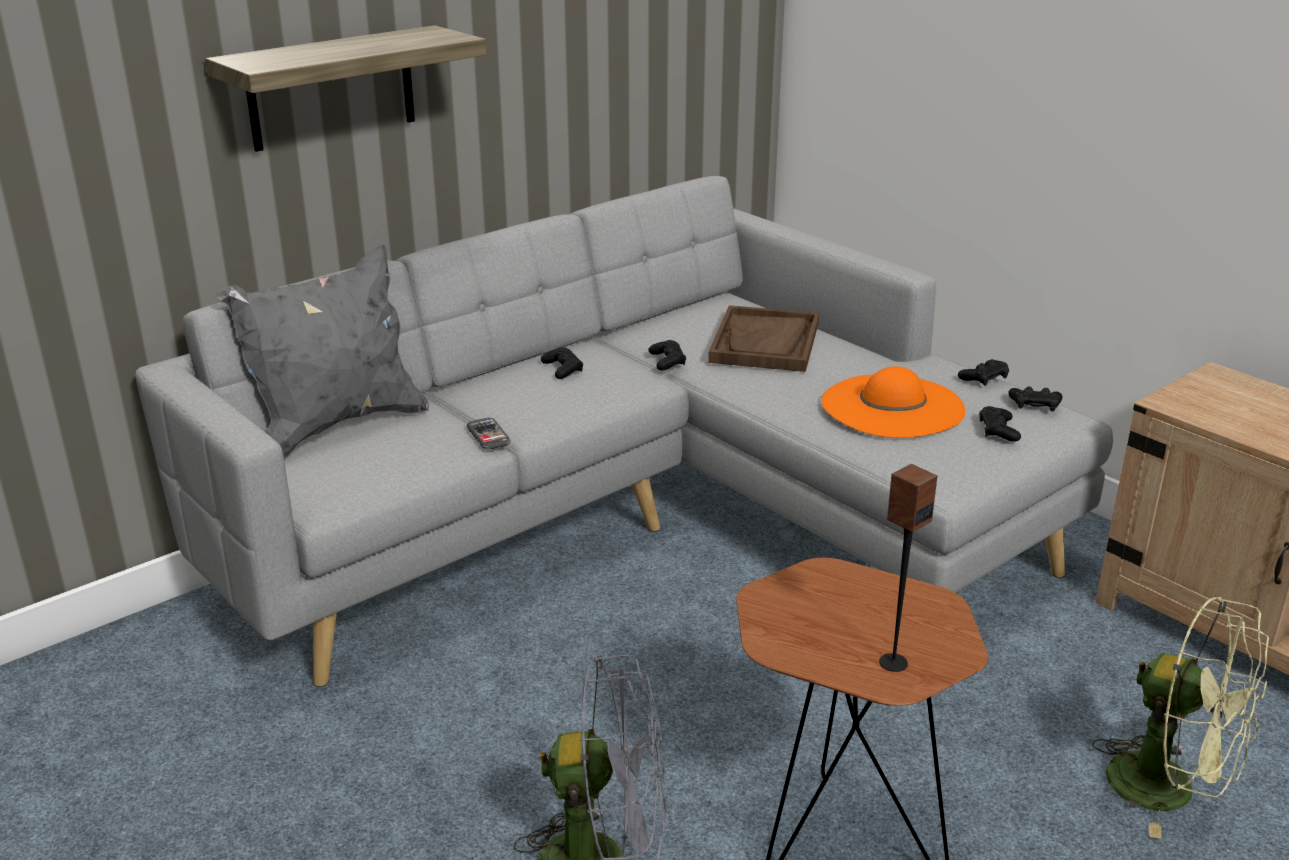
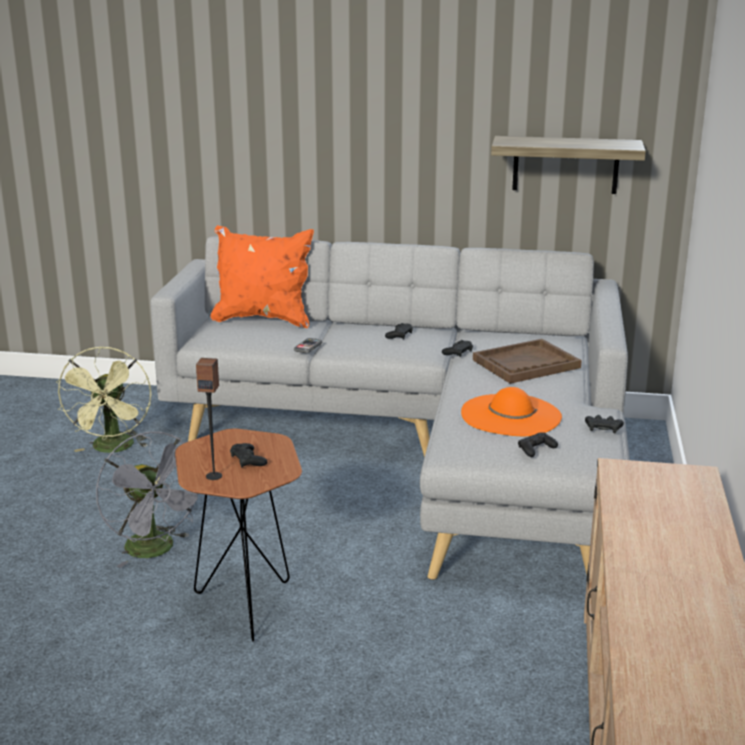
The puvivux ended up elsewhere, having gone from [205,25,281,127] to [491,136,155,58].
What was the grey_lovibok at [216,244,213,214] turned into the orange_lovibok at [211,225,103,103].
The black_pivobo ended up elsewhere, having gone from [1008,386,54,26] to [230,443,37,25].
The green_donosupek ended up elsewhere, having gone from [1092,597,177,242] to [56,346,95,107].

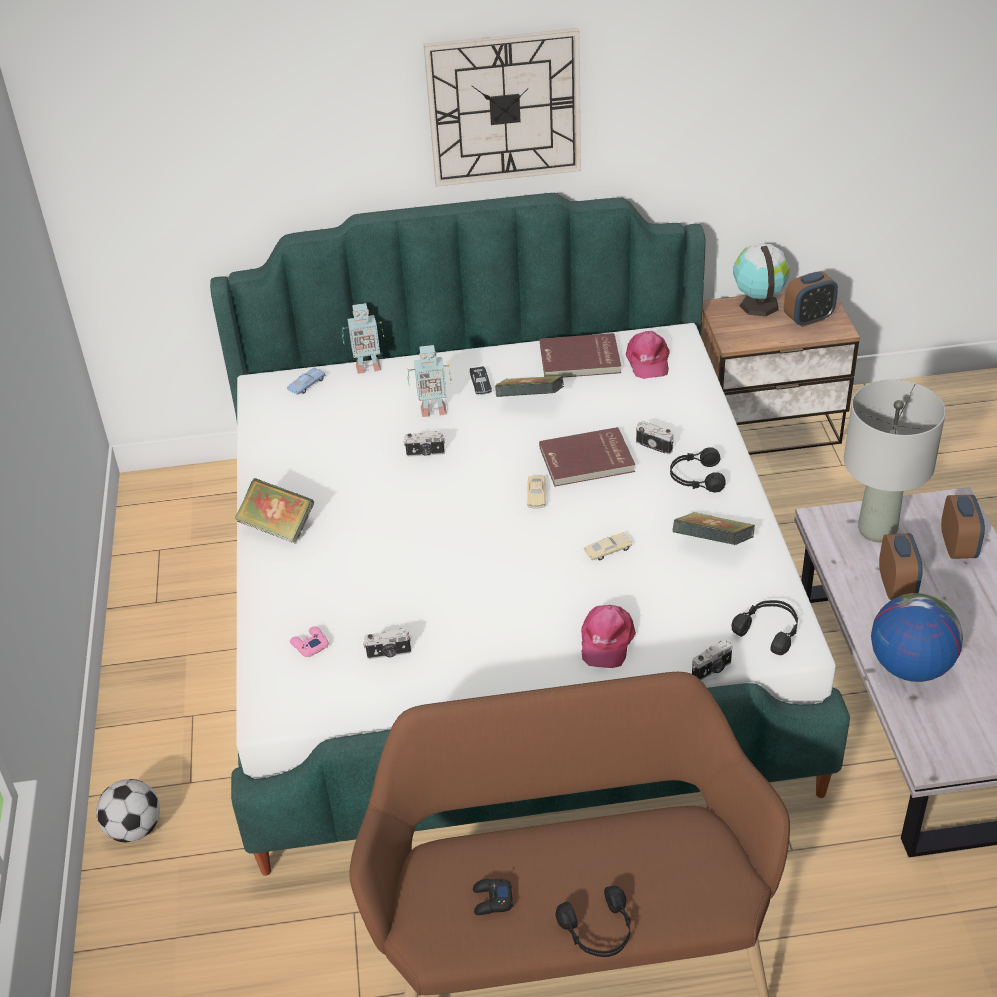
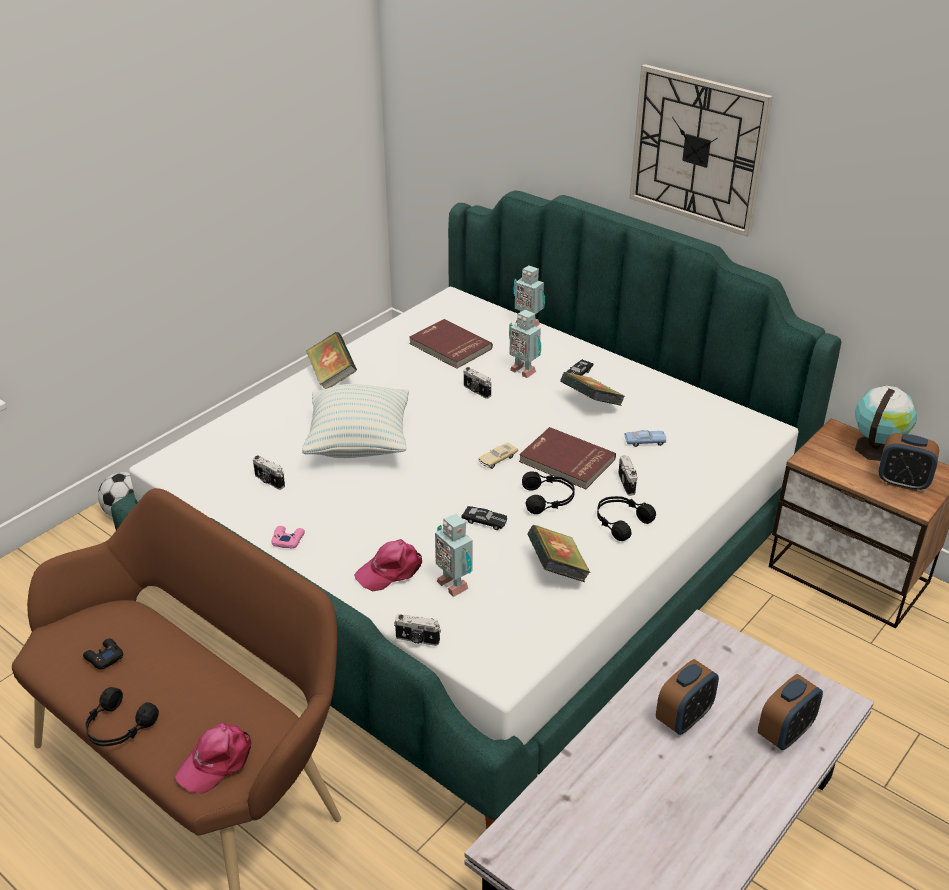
The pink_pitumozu ended up elsewhere, having gone from [626,331,44,48] to [175,722,77,72].
The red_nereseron ended up elsewhere, having gone from [540,333,81,45] to [409,319,84,50].
The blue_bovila ended up elsewhere, having gone from [287,367,38,28] to [624,430,43,17].
The second view lost the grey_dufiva at [844,379,102,163].
What was the beige_bovila at [584,532,48,28] turned into the black_bovila at [461,506,46,24].
The second view lost the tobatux at [871,593,92,89].
The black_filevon ended up elsewhere, having gone from [732,600,66,55] to [522,471,53,43].
The pink_pivobo ended up elsewhere, having gone from [290,626,39,31] to [271,526,34,23].
The second view gained the lovibok at [302,384,107,74].
The second view gained the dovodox at [435,514,38,83].

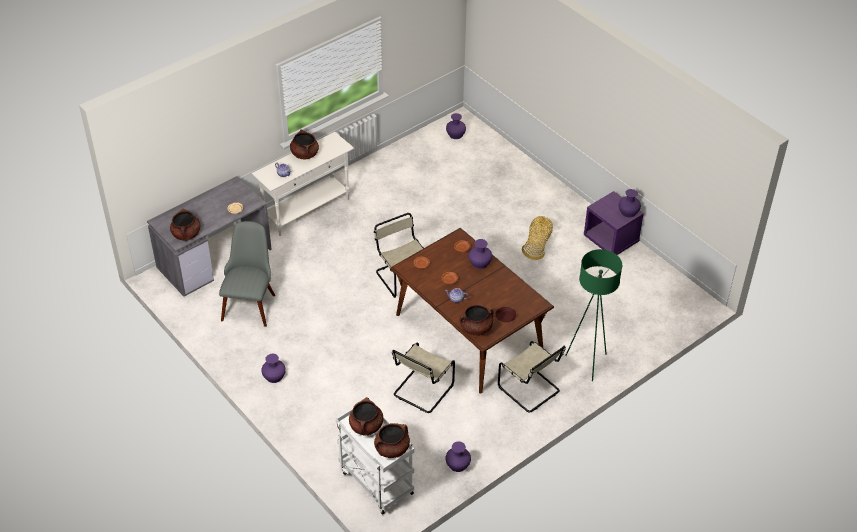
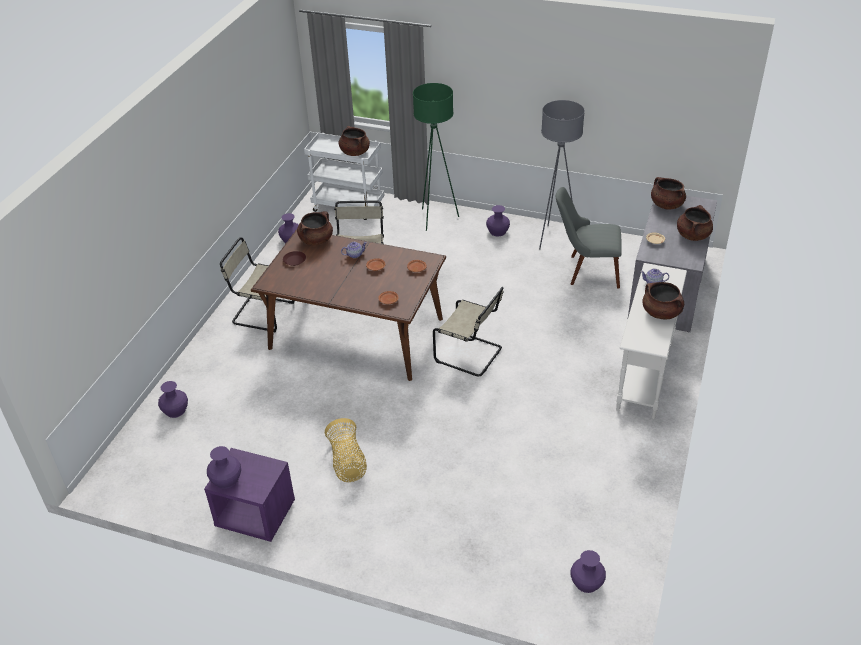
The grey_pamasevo at [219,221,56,106] ended up facing another way, 120 degrees clockwise from before.
The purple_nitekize ended up elsewhere, having gone from [468,239,24,30] to [158,381,30,37].
The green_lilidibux ended up elsewhere, having gone from [565,249,57,132] to [413,83,46,148].
The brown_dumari ended up elsewhere, having gone from [374,423,36,35] to [677,205,36,36].
The second view gained the grey_lilidibux at [539,100,46,149].

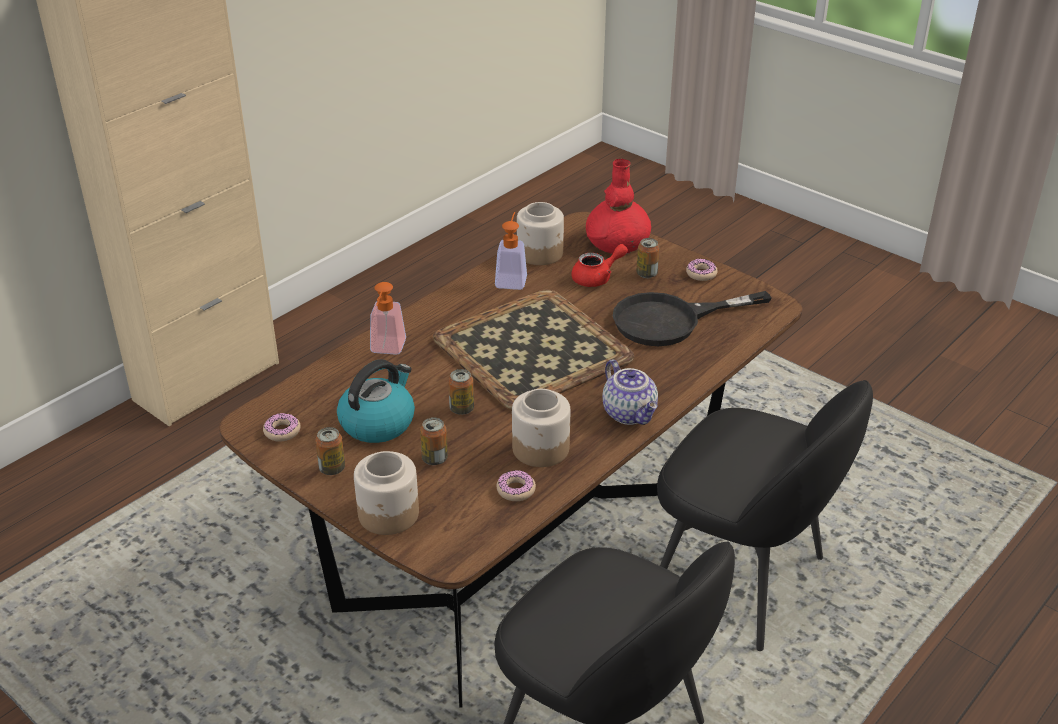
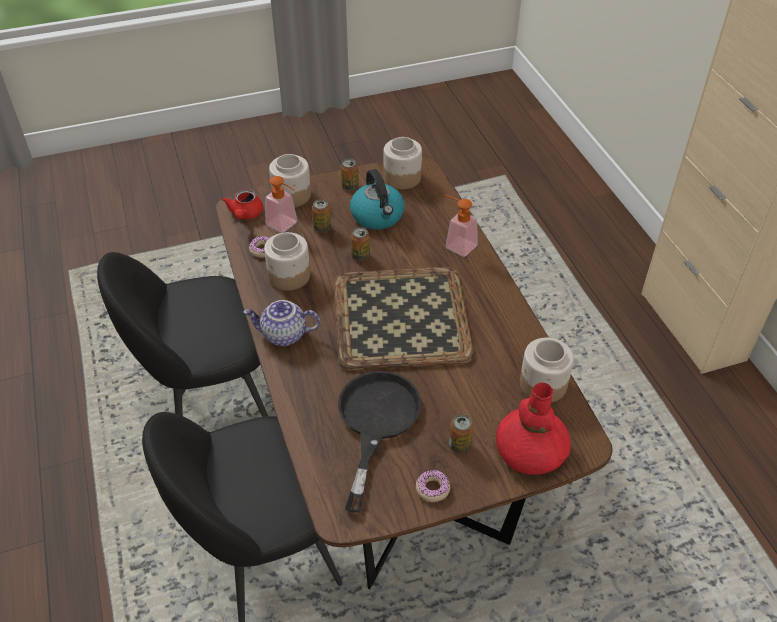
The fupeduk ended up elsewhere, having gone from [495,212,32,78] to [265,176,32,57].
The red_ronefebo ended up elsewhere, having gone from [571,244,57,43] to [221,190,42,29].
Where the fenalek stood at [263,413,38,29], the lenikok came to stand at [384,137,38,52].

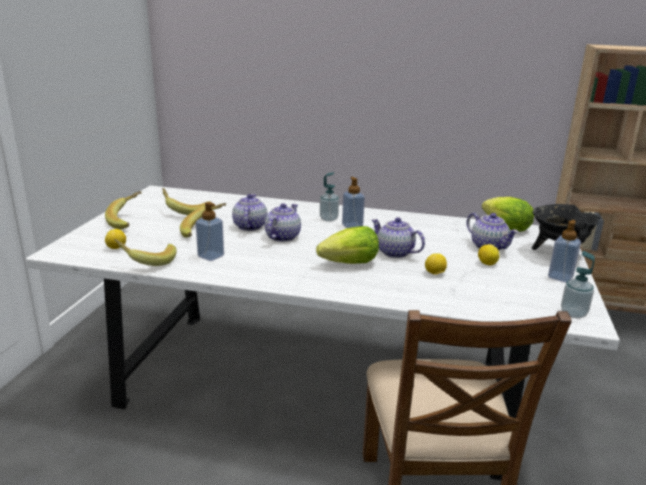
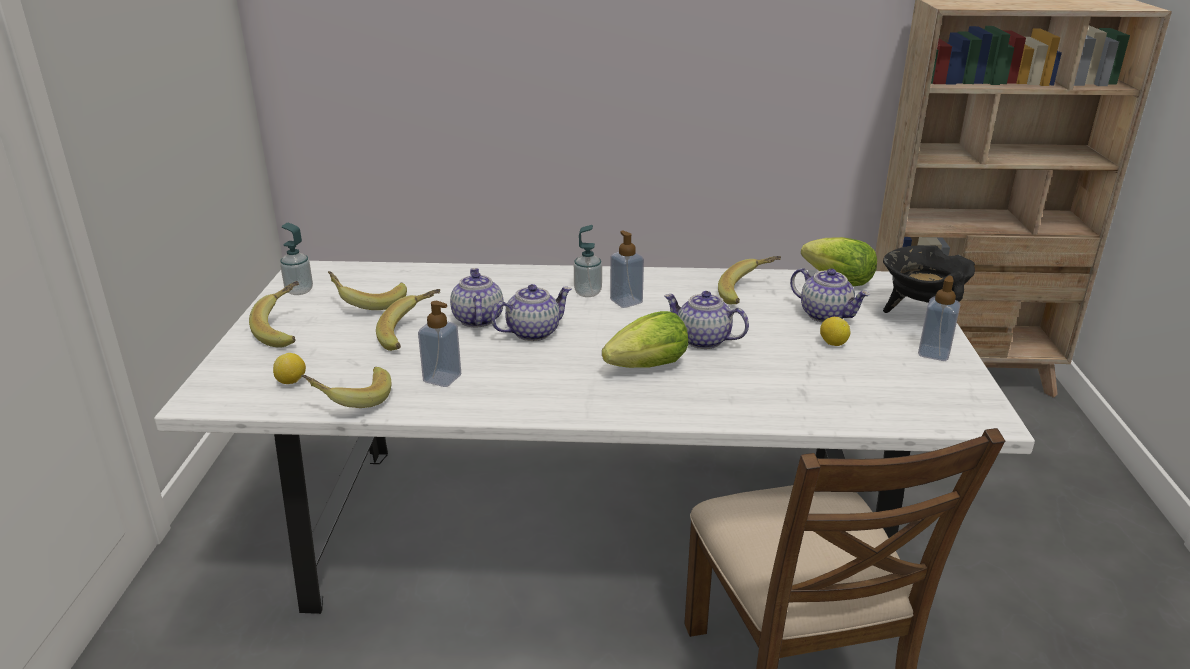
The ronefebo at [265,203,36,39] ended up facing another way, 45 degrees clockwise from before.
The fupeduk ended up elsewhere, having gone from [561,251,34,68] to [280,223,33,72].
The second view lost the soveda at [425,253,22,21].
The second view gained the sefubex at [718,256,63,49].

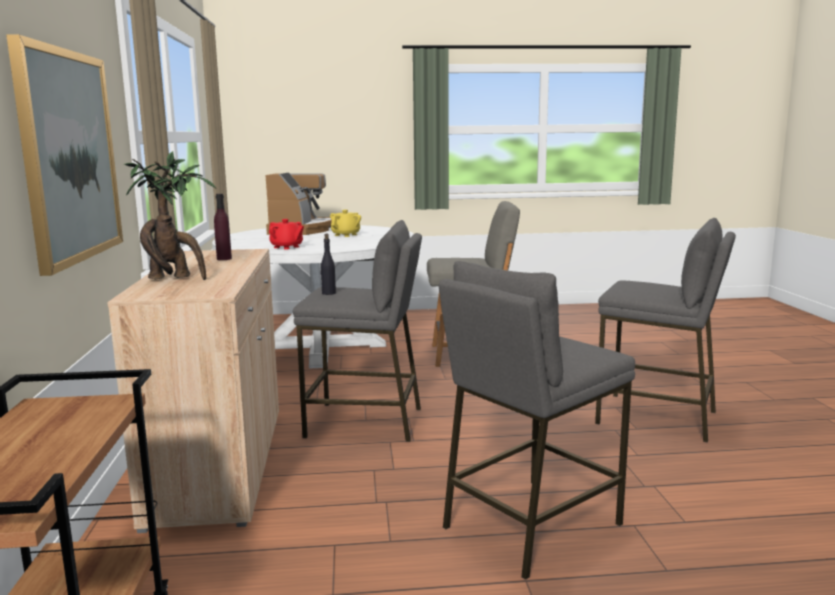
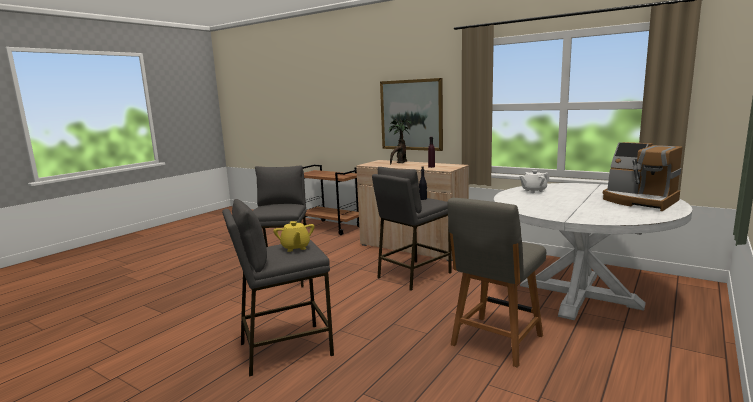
The yellow_ronefebo ended up elsewhere, having gone from [330,210,31,27] to [273,221,42,31].
What was the red_ronefebo at [269,219,35,30] turned into the white_ronefebo at [520,170,30,23].

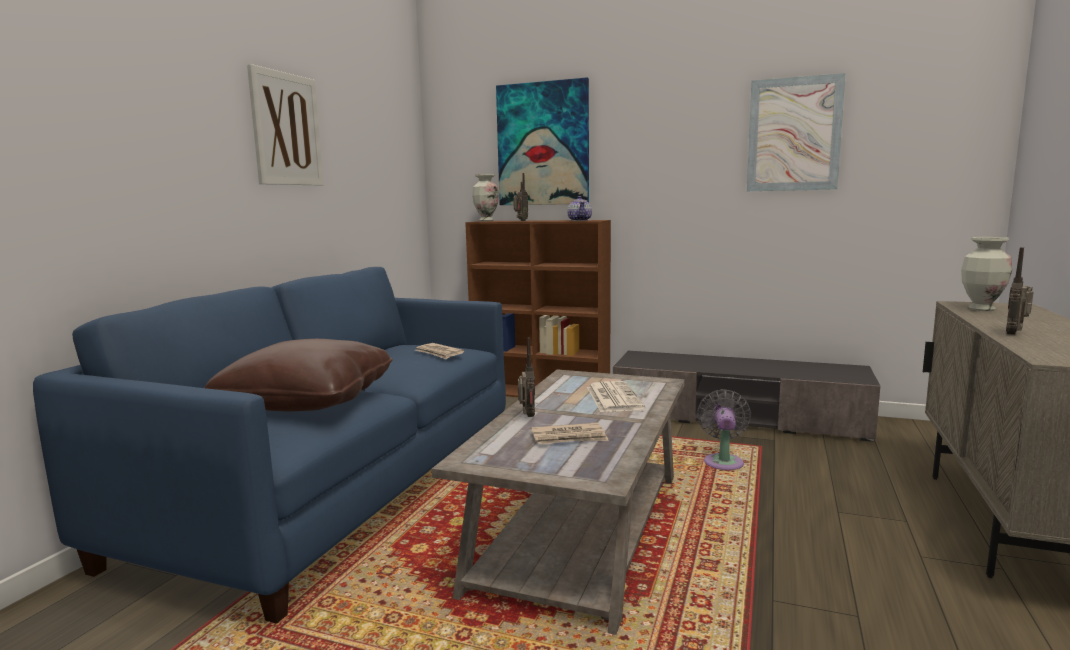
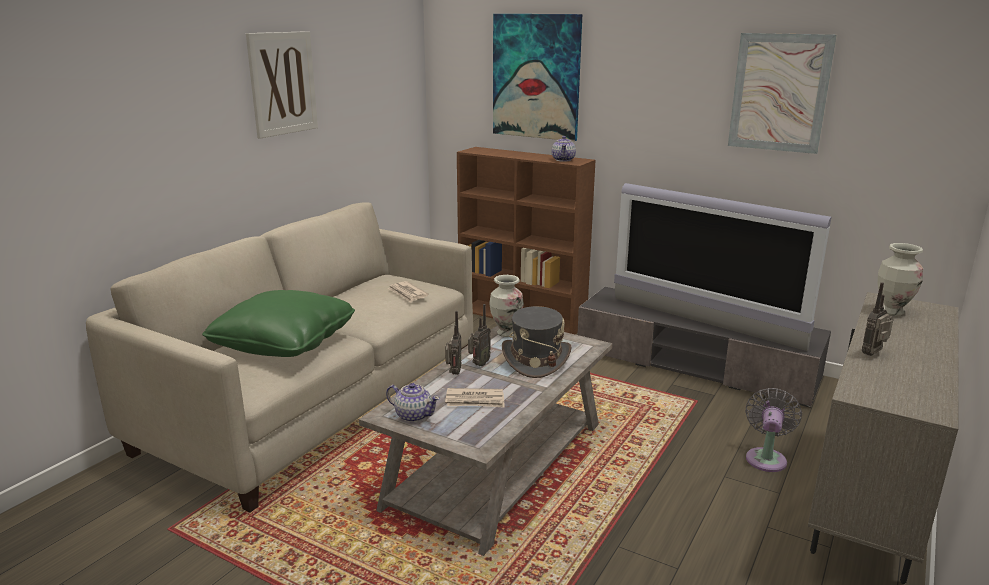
The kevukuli ended up elsewhere, having gone from [513,173,15,48] to [468,304,23,63].
The nitekize ended up elsewhere, having gone from [472,174,27,47] to [489,275,35,62].
What was the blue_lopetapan at [33,267,473,357] turned into the beige_lopetapan at [86,202,387,310].
What was the brown_lovibok at [204,339,189,72] turned into the green_lovibok at [202,290,153,67].
Where the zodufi stood at [587,381,58,31], the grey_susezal came to stand at [502,306,70,72].
The grey_donosupek ended up elsewhere, having gone from [697,389,54,81] to [745,388,57,84].
The second view gained the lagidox at [614,183,217,168].
The second view gained the ronefebo at [386,383,54,39].

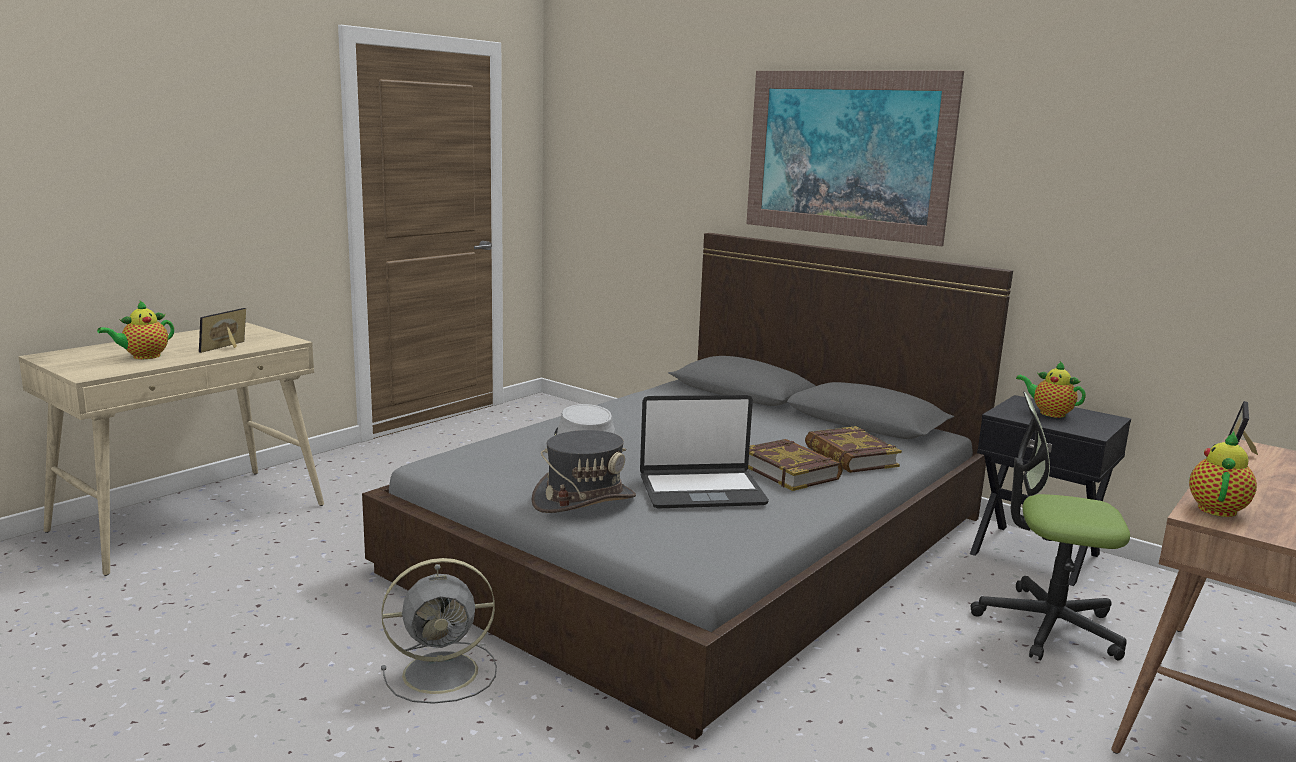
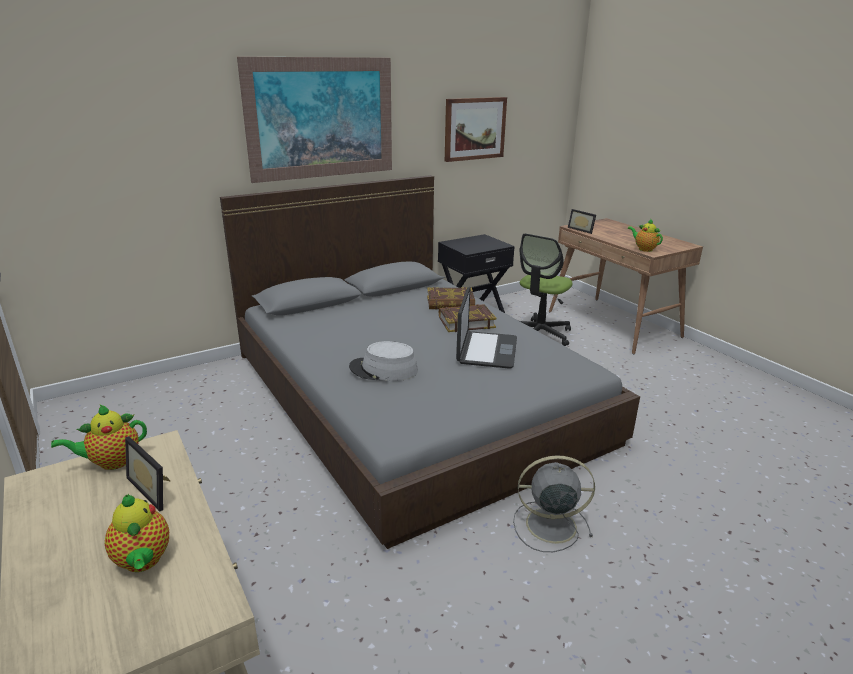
The ronefebo ended up elsewhere, having gone from [1016,361,70,57] to [51,404,96,66].
The second view lost the grey_susezal at [532,430,104,83].
The grey_donosupek at [381,558,116,146] ended up facing another way, 90 degrees counterclockwise from before.
The second view gained the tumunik at [445,97,62,65].

